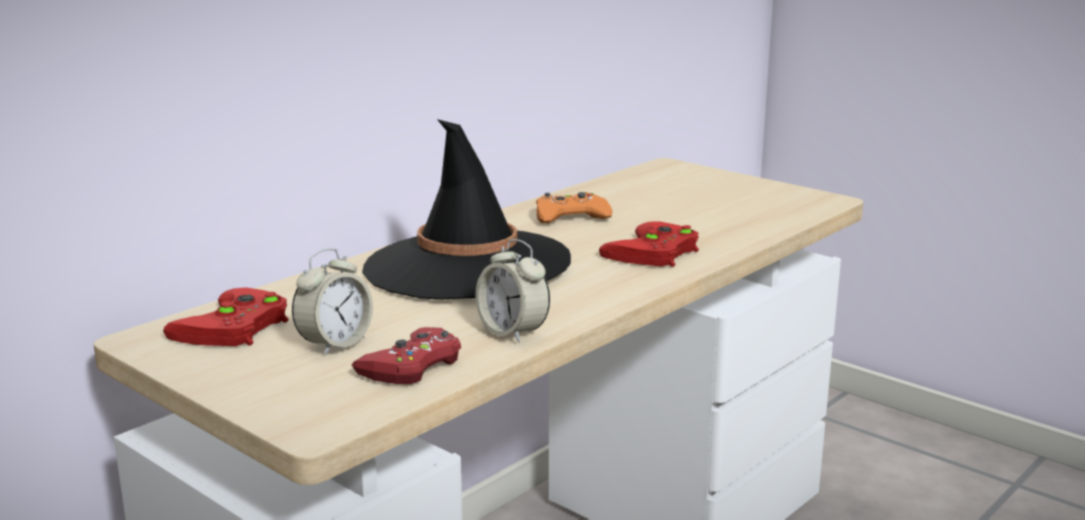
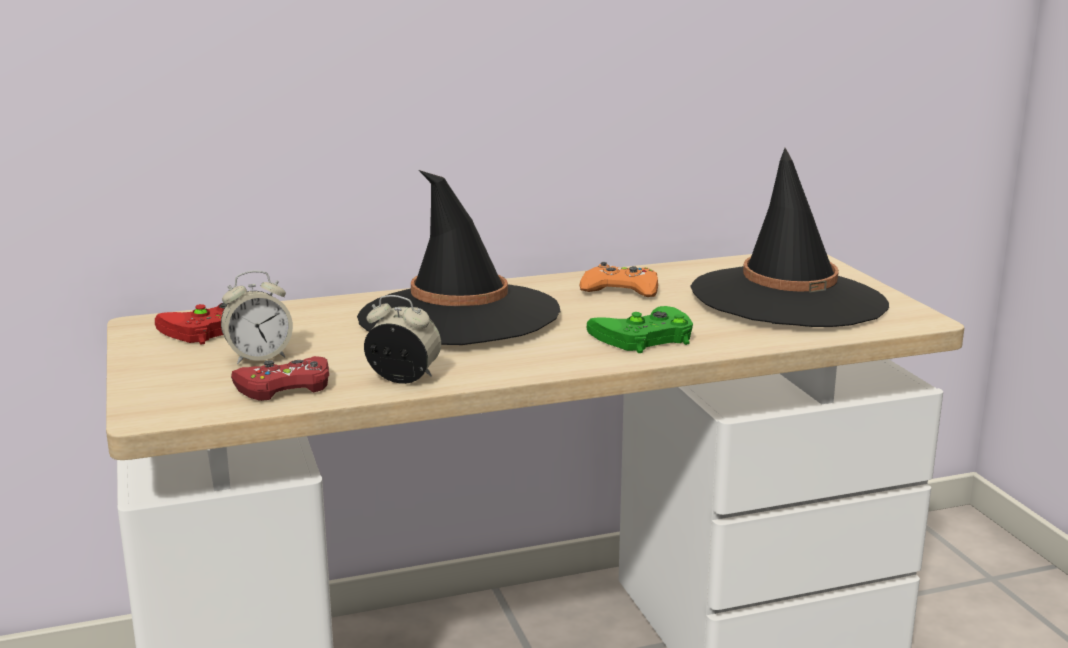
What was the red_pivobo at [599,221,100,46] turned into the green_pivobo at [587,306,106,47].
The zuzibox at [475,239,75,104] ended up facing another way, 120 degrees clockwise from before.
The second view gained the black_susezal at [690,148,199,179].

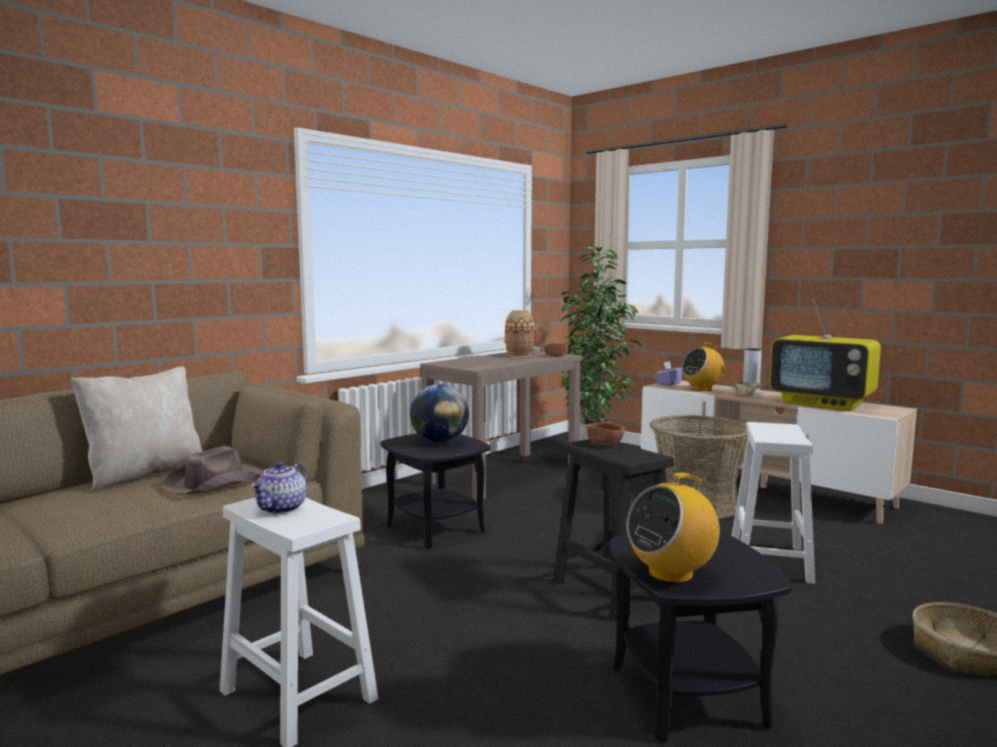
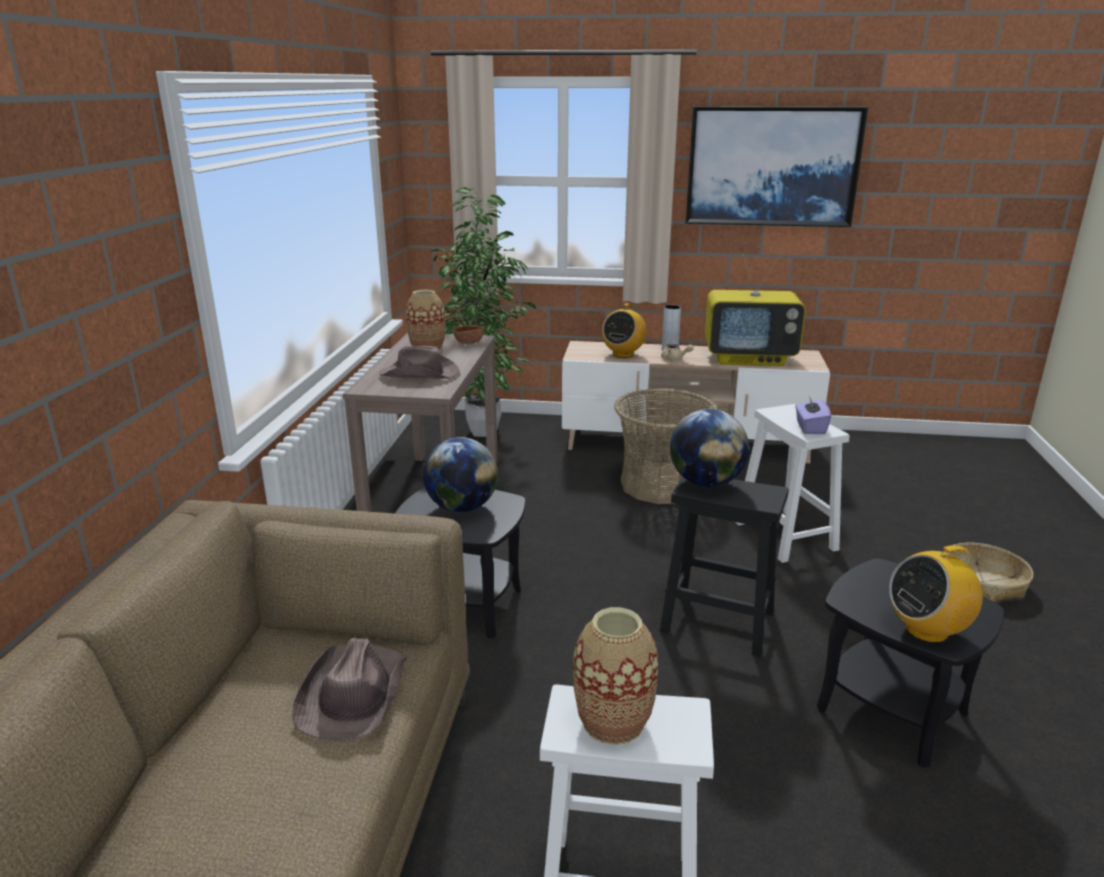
The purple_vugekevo ended up elsewhere, having gone from [655,361,28,25] to [795,396,36,38].
The second view lost the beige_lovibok at [71,366,132,126].
Where the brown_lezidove stood at [586,422,39,23], the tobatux came to stand at [670,409,79,78].
Where the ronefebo stood at [251,462,56,52], the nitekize came to stand at [573,607,85,138].
The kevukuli at [626,473,94,111] ended up facing another way, 45 degrees clockwise from before.
The second view gained the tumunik at [686,106,182,121].
The second view gained the brown_susezal at [379,346,81,33].

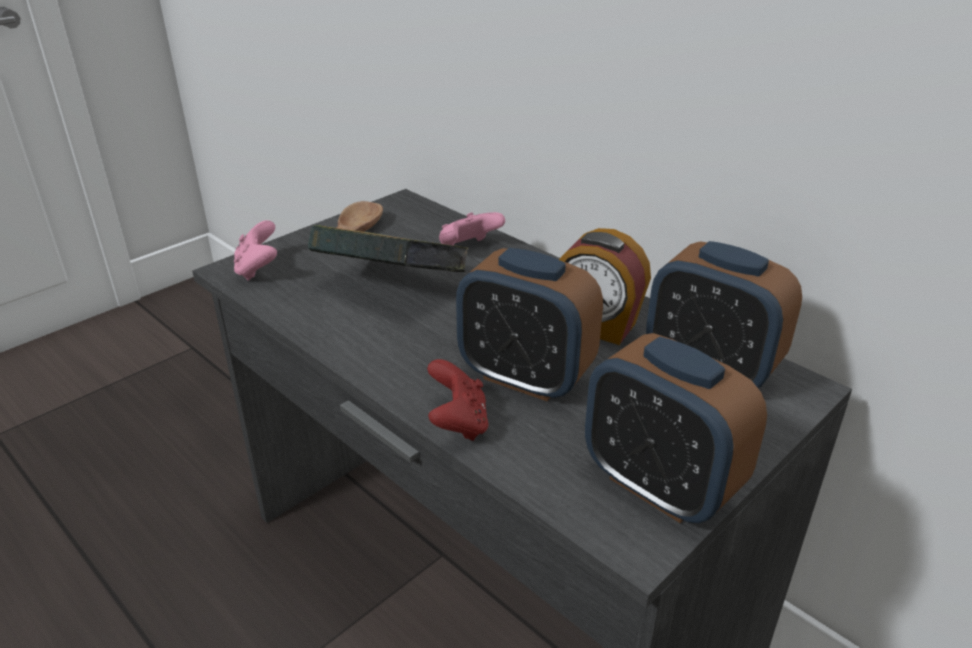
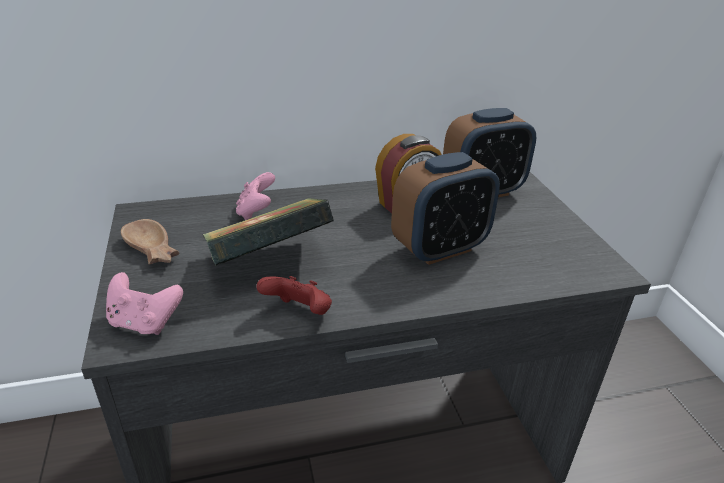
The second view lost the zuzibox at [585,333,182,190].
The red_pivobo ended up elsewhere, having gone from [427,359,62,82] to [256,276,76,39].

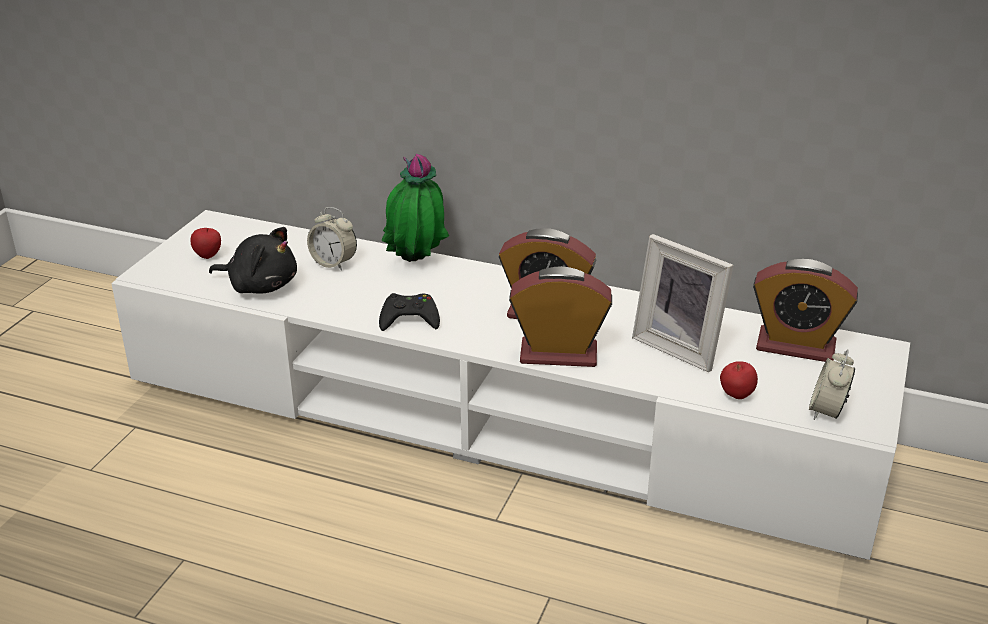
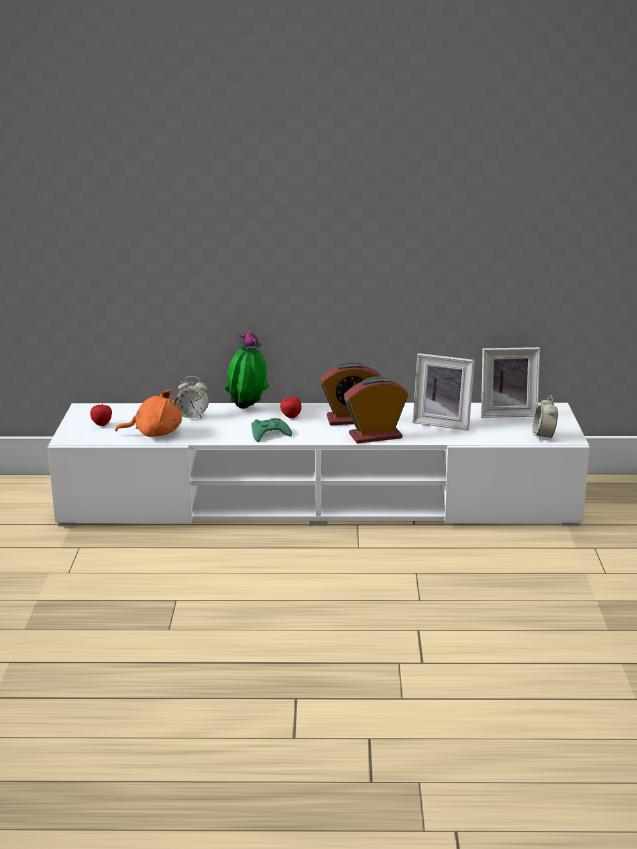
What was the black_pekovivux at [209,227,88,67] turned into the orange_pekovivux at [115,389,67,48].
Where the zuzibox stood at [753,259,105,103], the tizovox came to stand at [481,347,59,71].
What was the black_pivobo at [379,293,61,38] turned into the green_pivobo at [252,418,40,24].
The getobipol ended up elsewhere, having gone from [720,361,38,38] to [280,396,21,22].

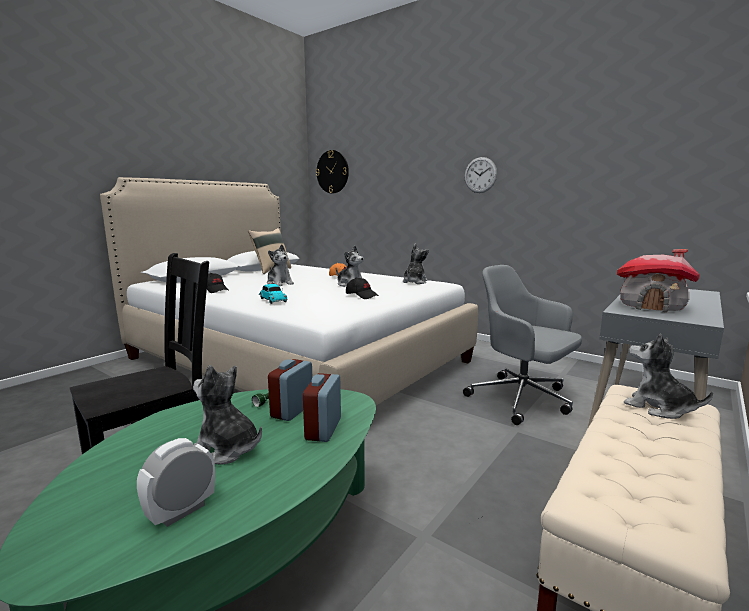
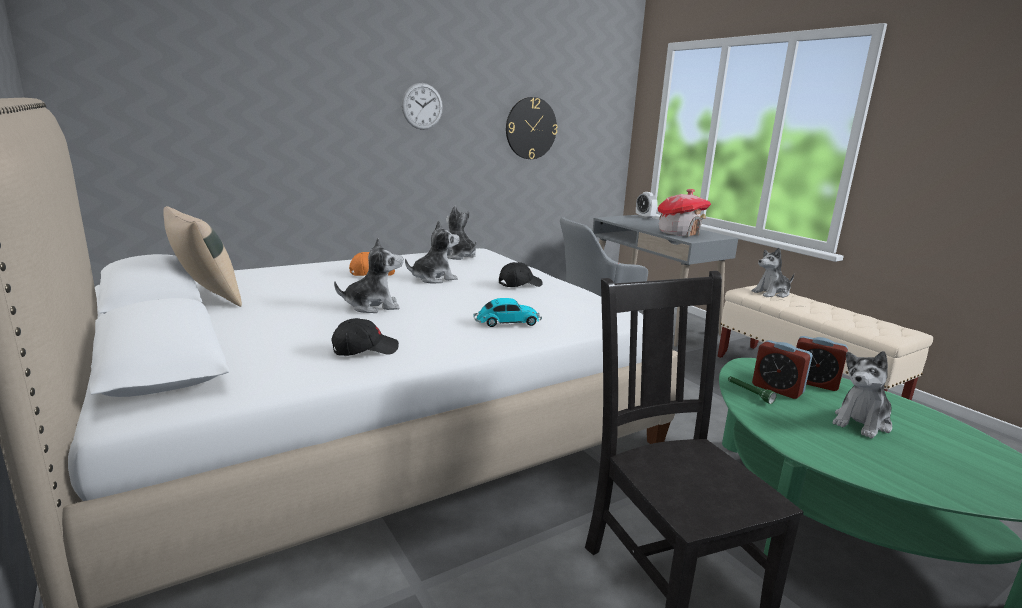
The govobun ended up elsewhere, having gone from [316,150,33,43] to [506,97,51,62].
The zuzibox ended up elsewhere, having gone from [137,438,78,89] to [636,192,22,27].

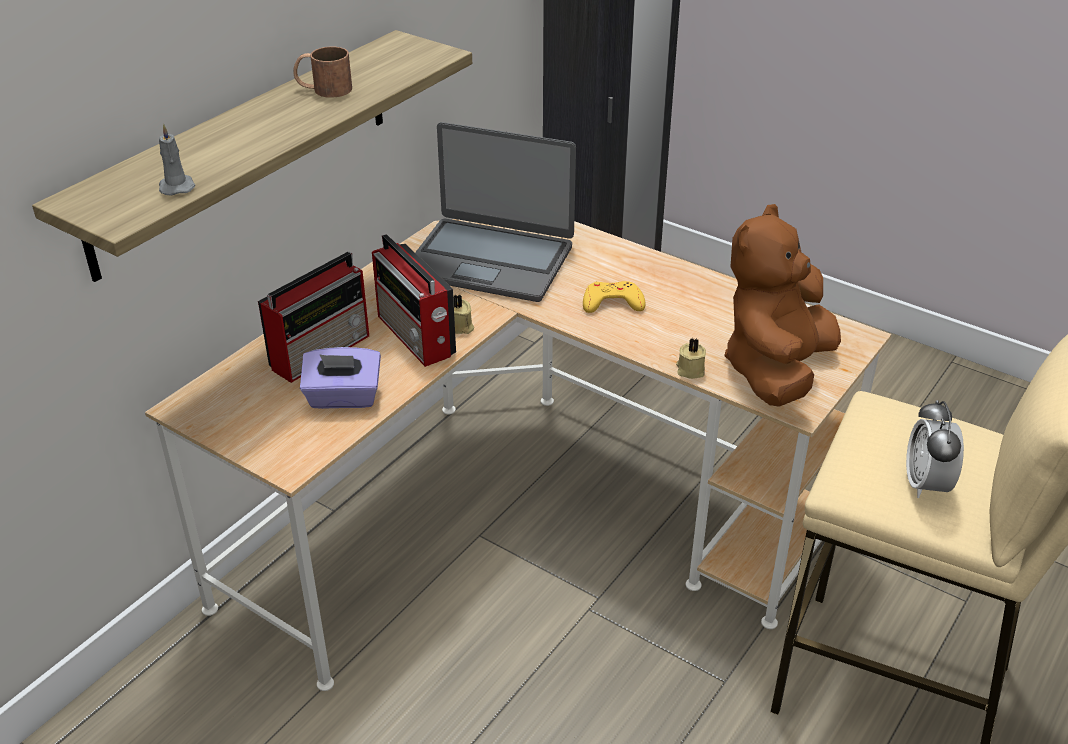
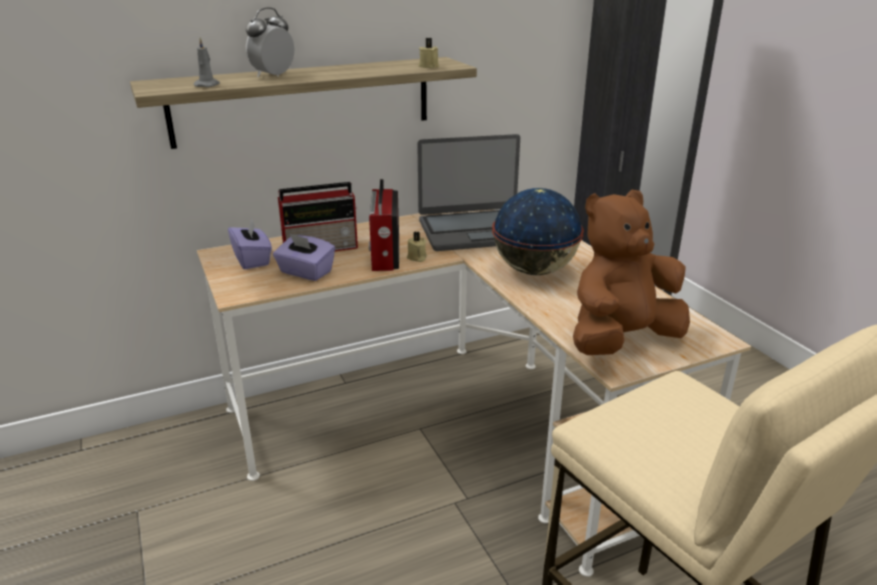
The second view lost the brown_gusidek at [293,47,59,51].
The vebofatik at [415,122,161,180] ended up facing another way, 60 degrees counterclockwise from before.
Where the yellow_pivobo stood at [583,281,63,32], the tobatux came to stand at [492,188,92,87].
The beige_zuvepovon ended up elsewhere, having gone from [676,338,30,41] to [418,38,21,30].
The zuzibox ended up elsewhere, having gone from [906,400,58,98] to [246,7,48,70].
The second view gained the purple_vugekevo at [228,217,44,52].

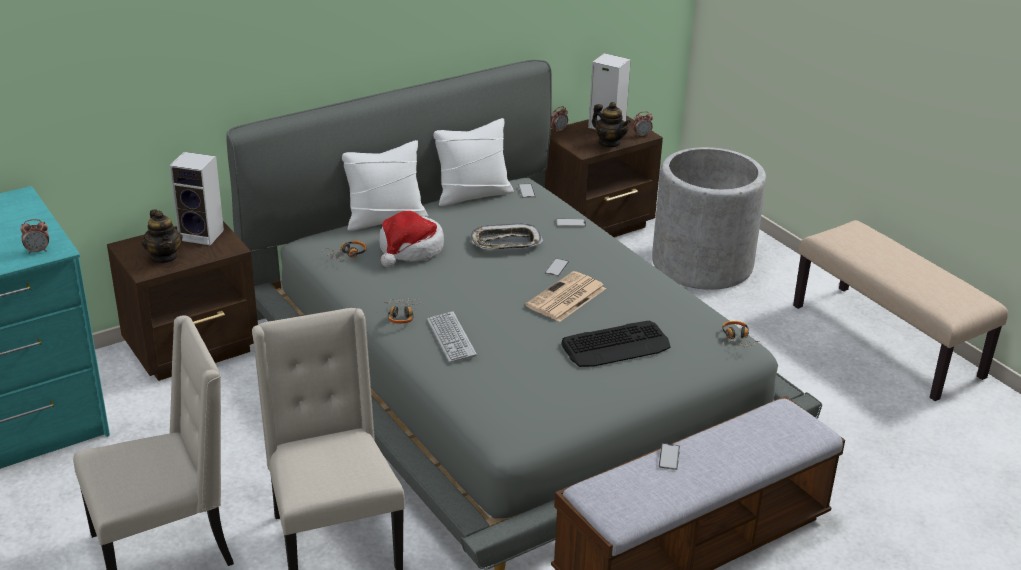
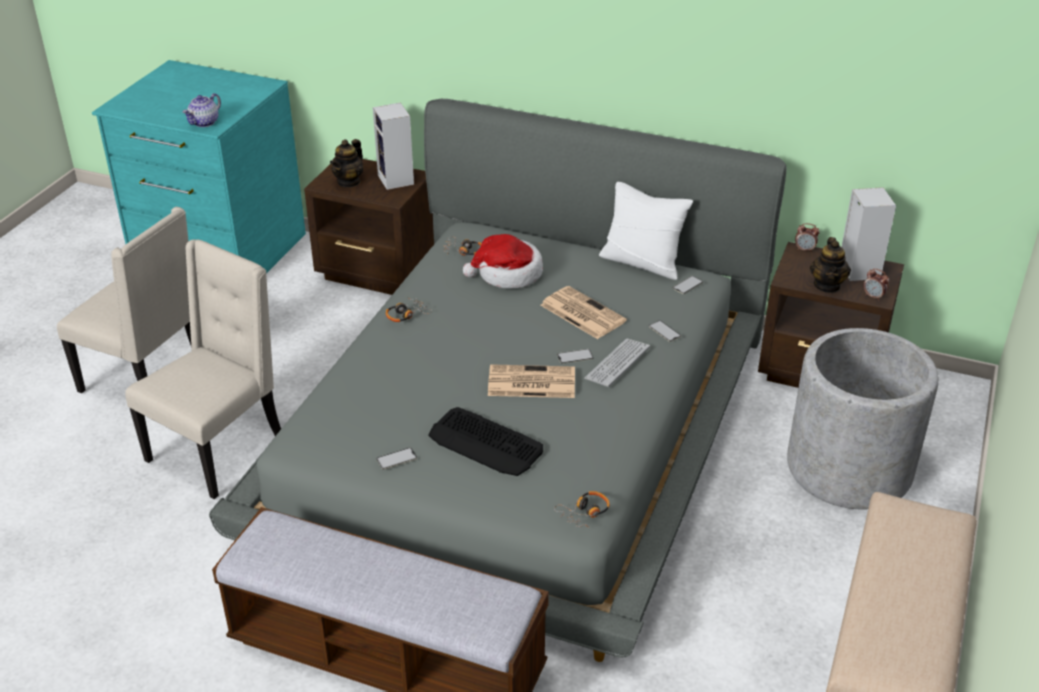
The second view lost the white_lovibok at [342,140,86,91].
Where the zuzibox stood at [20,219,29,35], the ronefebo came to stand at [182,93,39,34].
Where the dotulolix stood at [471,223,72,26], the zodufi came to stand at [541,286,86,53].
The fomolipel ended up elsewhere, having gone from [427,311,50,51] to [584,338,66,49].
The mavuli ended up elsewhere, having gone from [659,443,21,27] to [376,447,41,23].

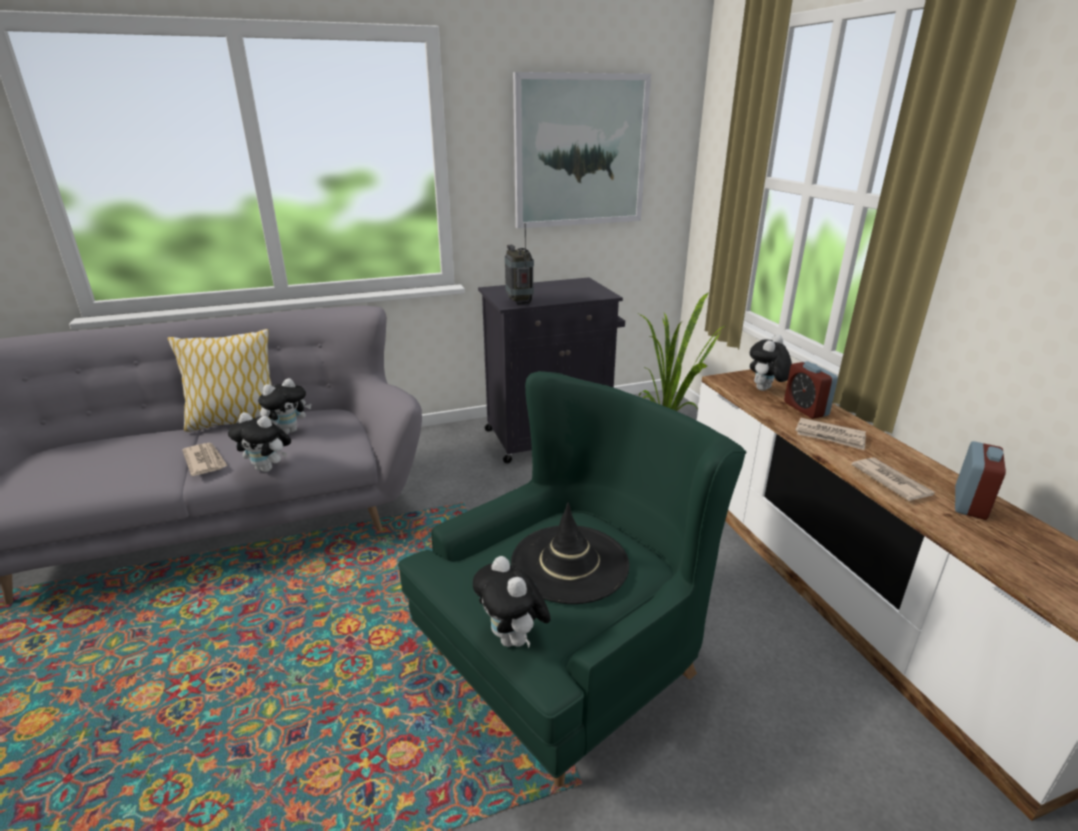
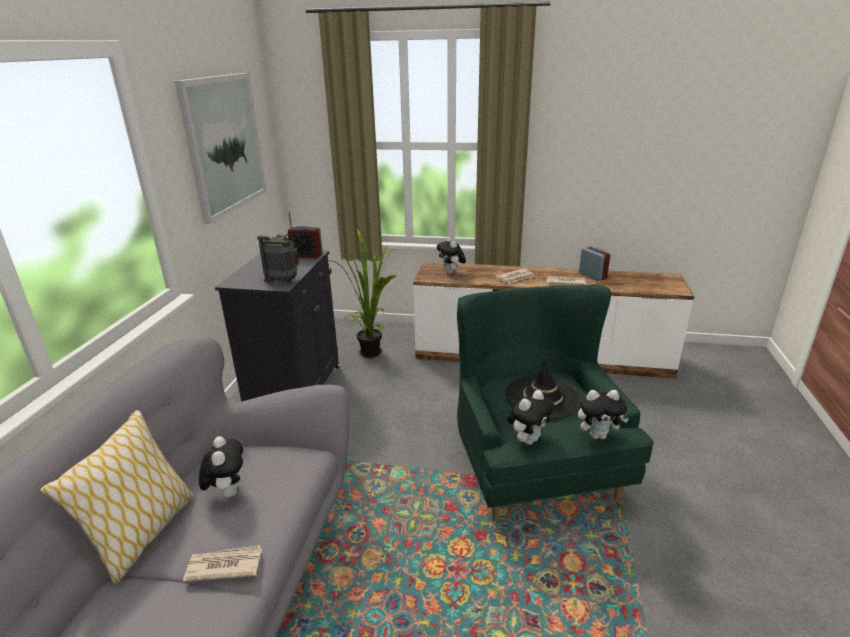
The zuzibox ended up elsewhere, having gone from [784,361,54,57] to [288,224,35,34].
The pekovivux ended up elsewhere, having gone from [228,412,63,60] to [507,390,48,55].

